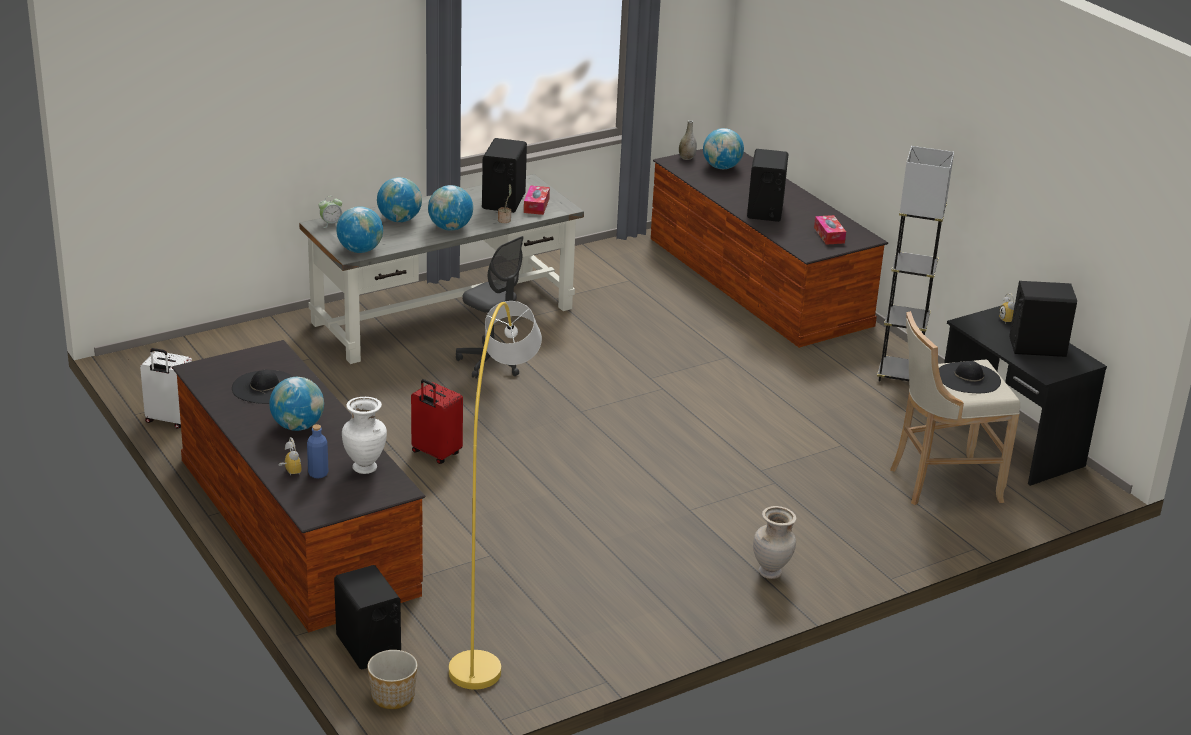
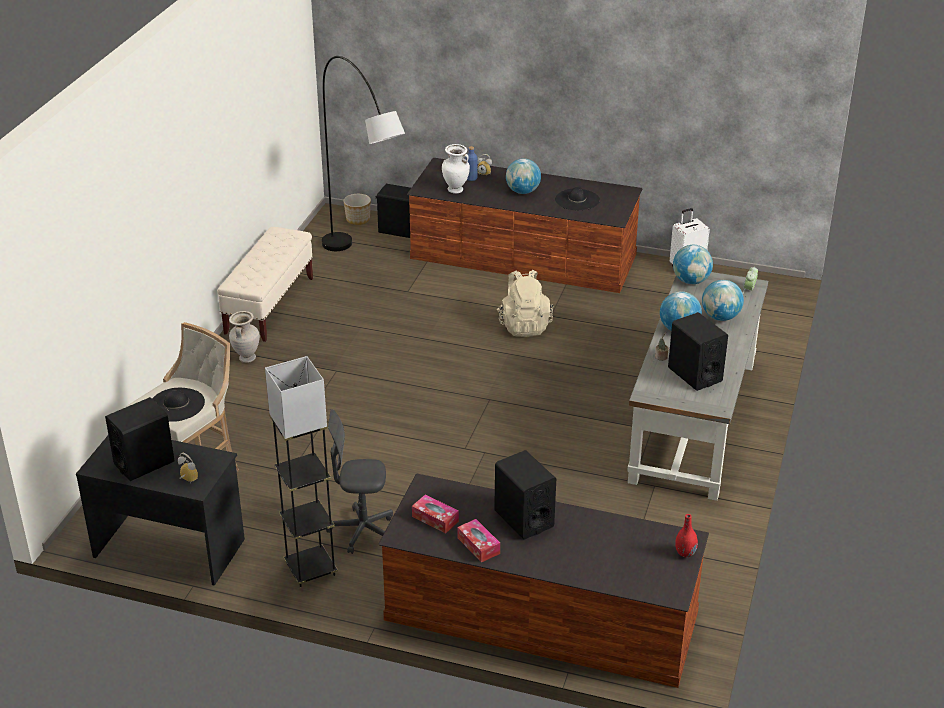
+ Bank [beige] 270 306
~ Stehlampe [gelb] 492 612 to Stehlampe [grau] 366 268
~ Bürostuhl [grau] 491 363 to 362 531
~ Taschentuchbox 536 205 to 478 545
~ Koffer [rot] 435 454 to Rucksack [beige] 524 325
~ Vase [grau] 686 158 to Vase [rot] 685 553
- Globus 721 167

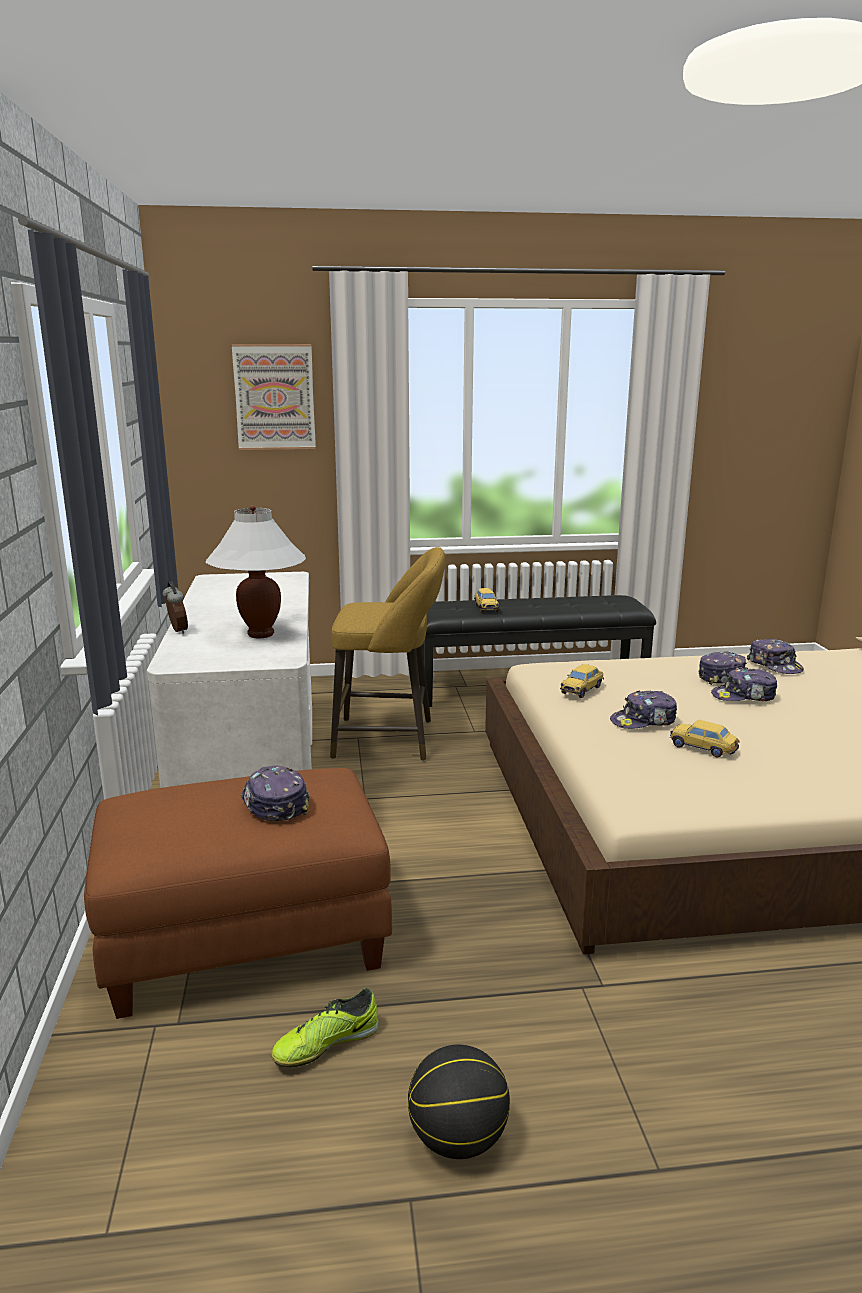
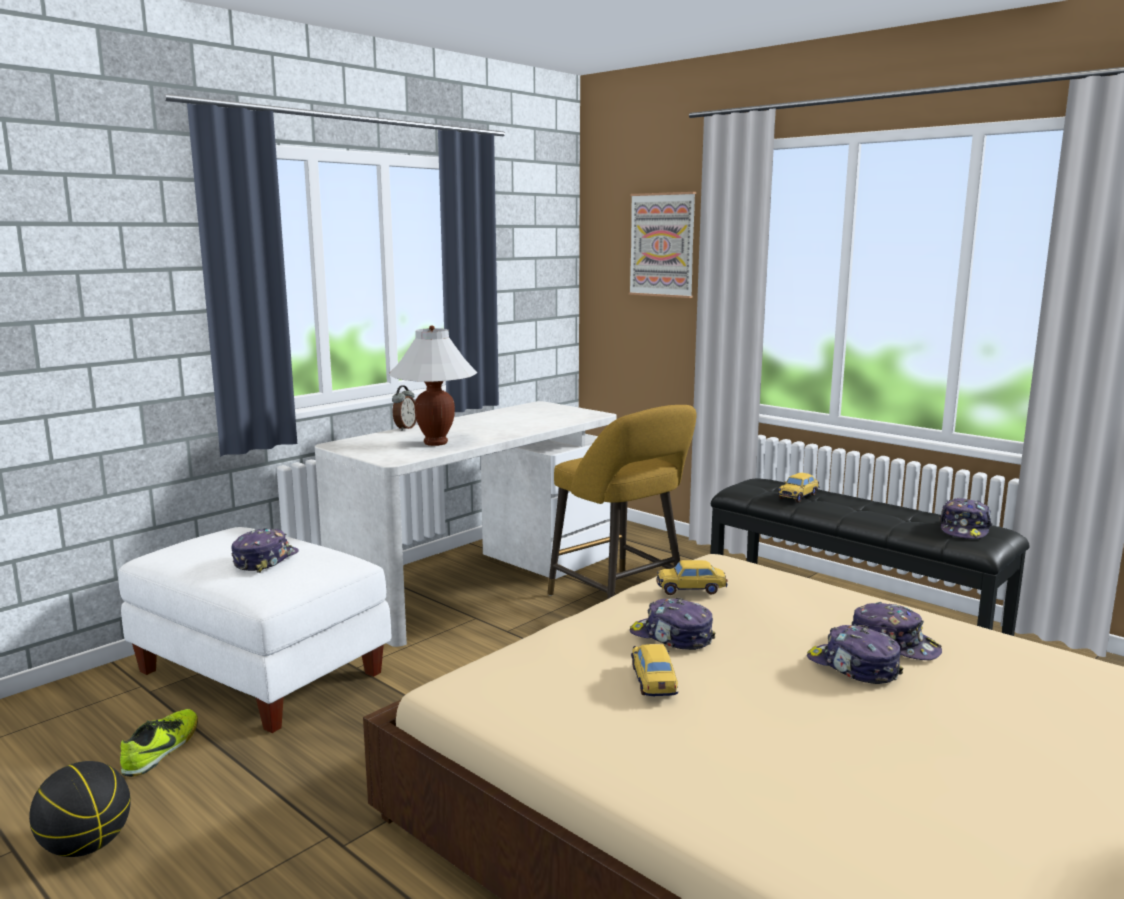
~ Polsterhocker [braun] 244 941 to Polsterhocker [weiß] 258 672
~ Schuh 326 1044 = 162 750 90 degrees clockwise
~ Kappe 775 665 to 964 529

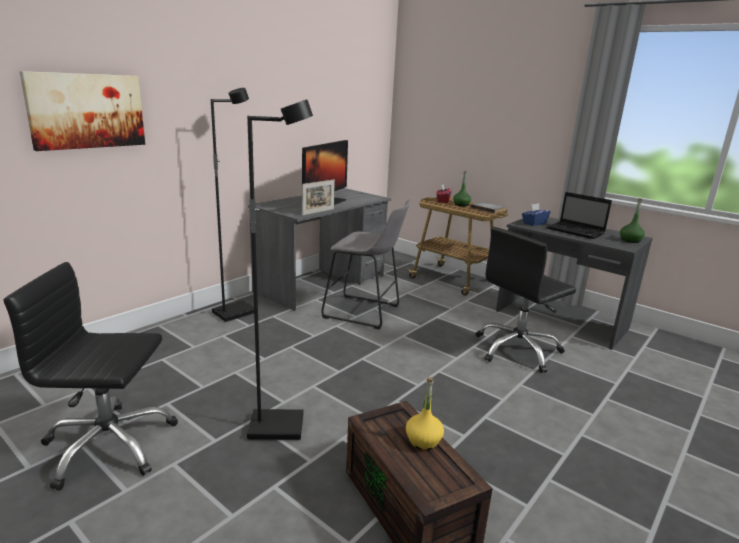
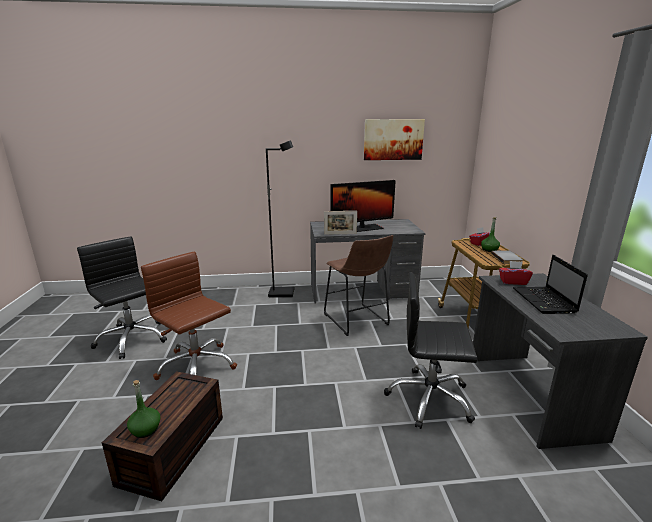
~ Flasche [grün] 630 240 to 145 429
~ Stehlampe [schwarz] 277 426 to Bürostuhl [braun] 196 366
~ Hocker [grau] 365 313 to Hocker [braun] 357 321
~ Bild 87 111 to 393 139
~ Taschentuchbox [blau] 534 223 to Taschentuchbox [rot] 513 282
- Flasche [gelb] 423 440

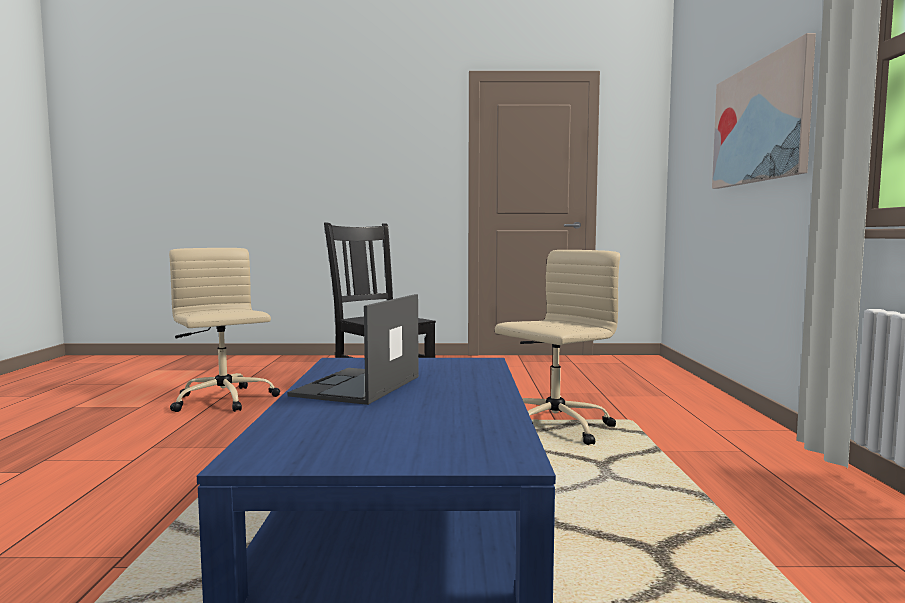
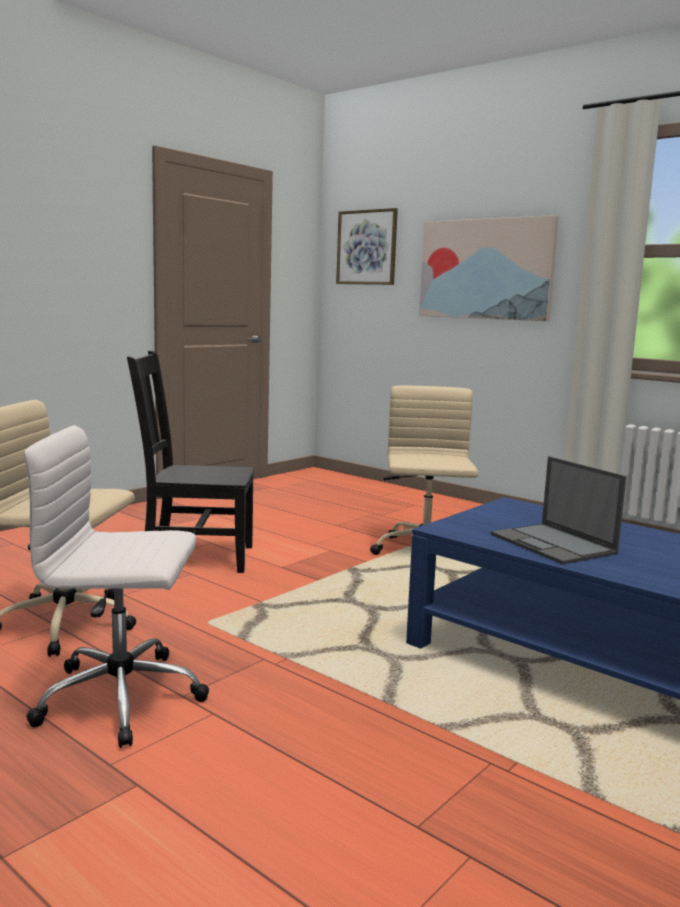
+ Bürostuhl [weiß] 124 698
+ Bild 367 247

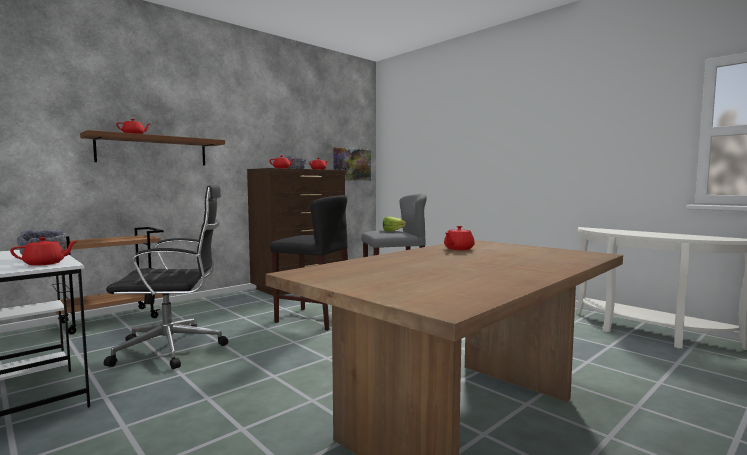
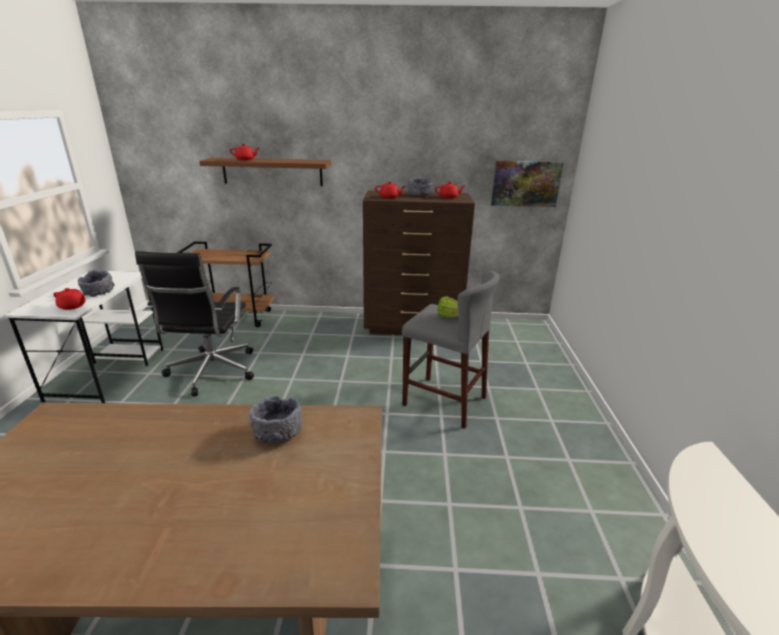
~ Bürostuhl [schwarz] 173 349 = 211 372 60 degrees clockwise
~ Teekanne [rot] 458 249 to Schüssel [grau] 277 433
- Hocker [schwarz] 314 318

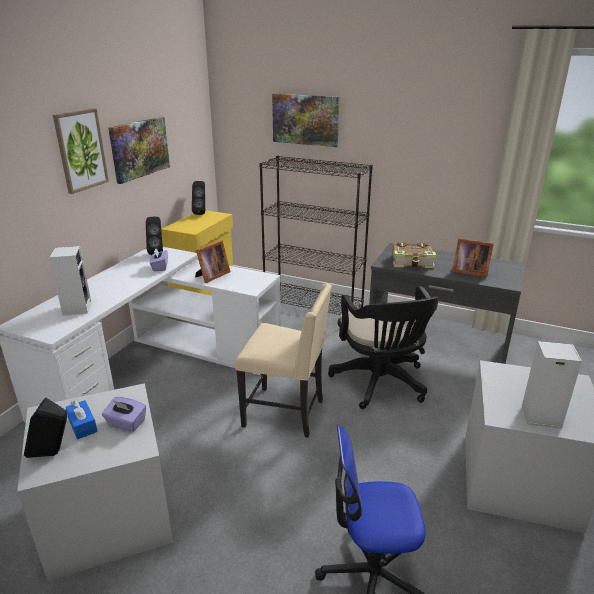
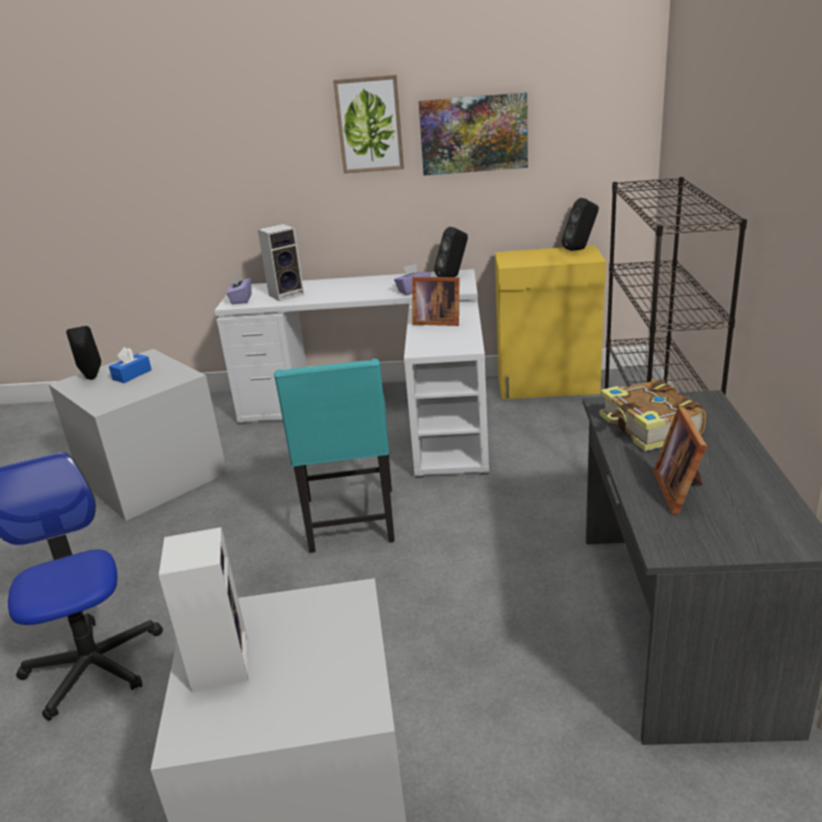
~ Taschentuchbox [lila] 126 423 to 241 300
~ Stuhl [beige] 286 413 to Stuhl [türkis] 350 521
- Bild 305 119
- Bürostuhl [schwarz] 381 384

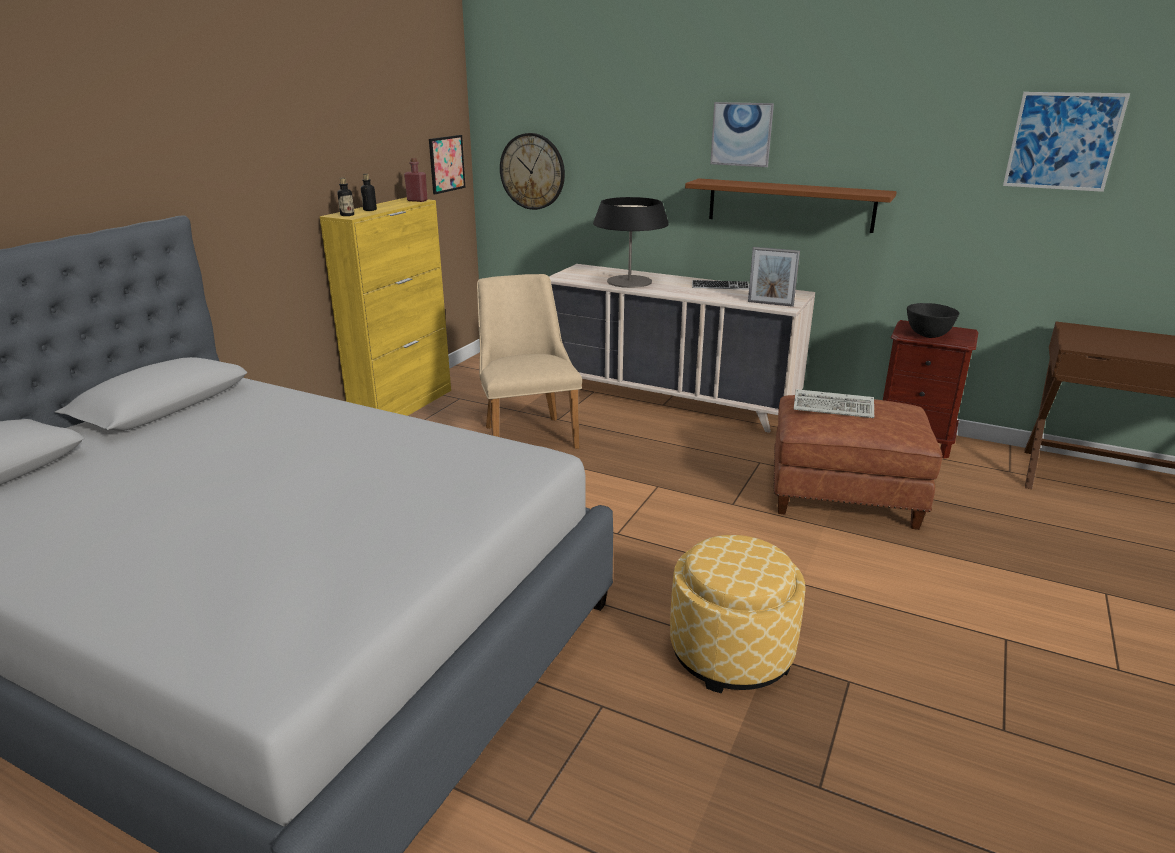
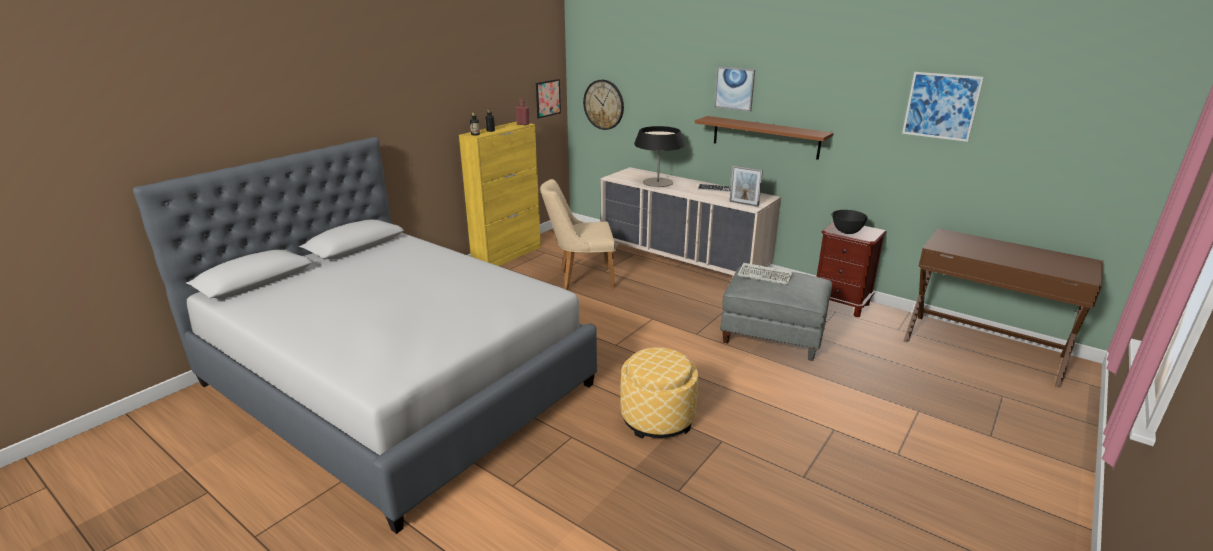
~ Stuhl [beige] 527 433 = 580 278 90 degrees counterclockwise
~ Polsterhocker [braun] 845 495 to Polsterhocker [grau] 773 335

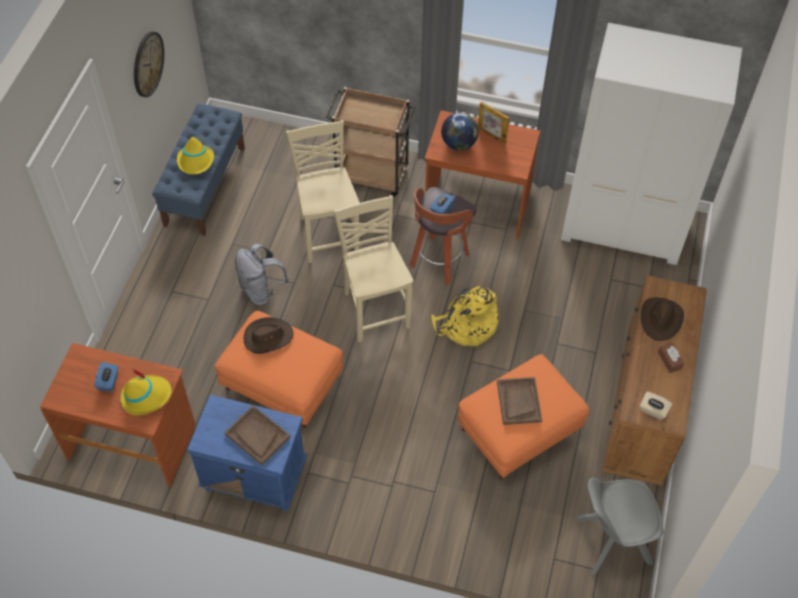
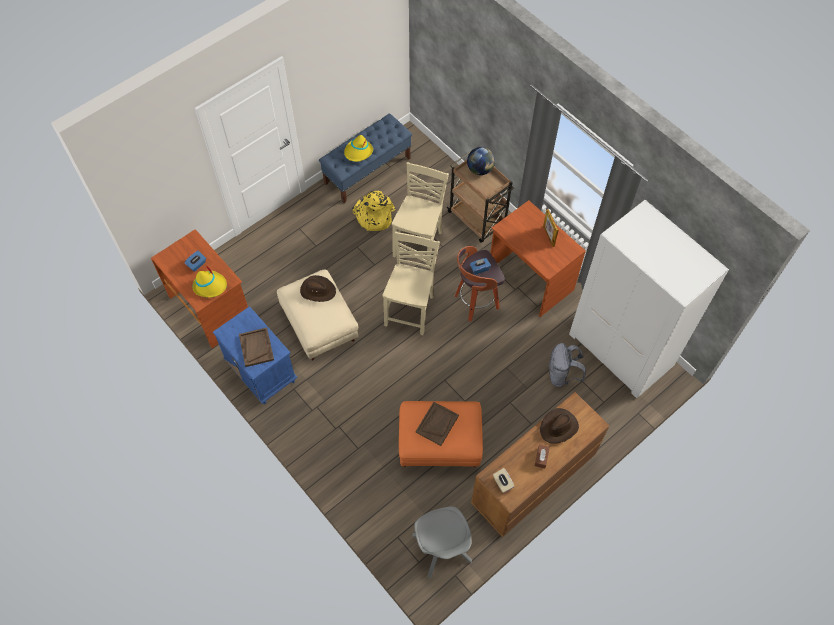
~ Polsterhocker [orange] 281 384 to Polsterhocker [beige] 319 325
~ Rucksack [gelb] 466 326 to 374 217
~ Stuhl [grau] 611 540 = 442 550 135 degrees counterclockwise
~ Globus 459 144 to 480 169
~ Rucksack [grau] 261 290 to 562 375
- Wanduhr 147 64

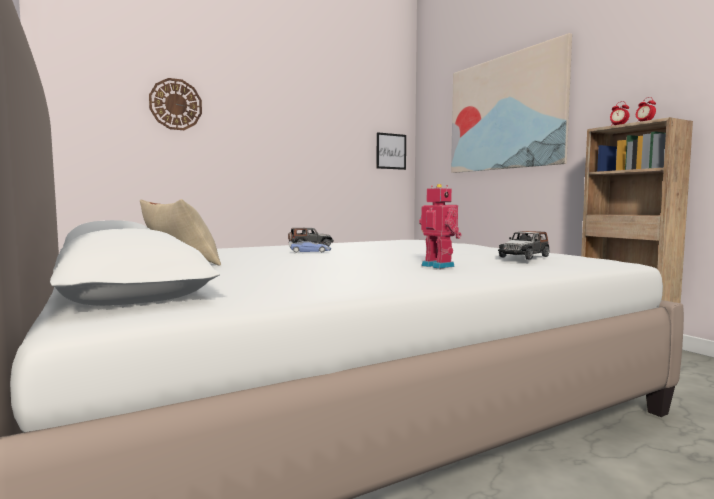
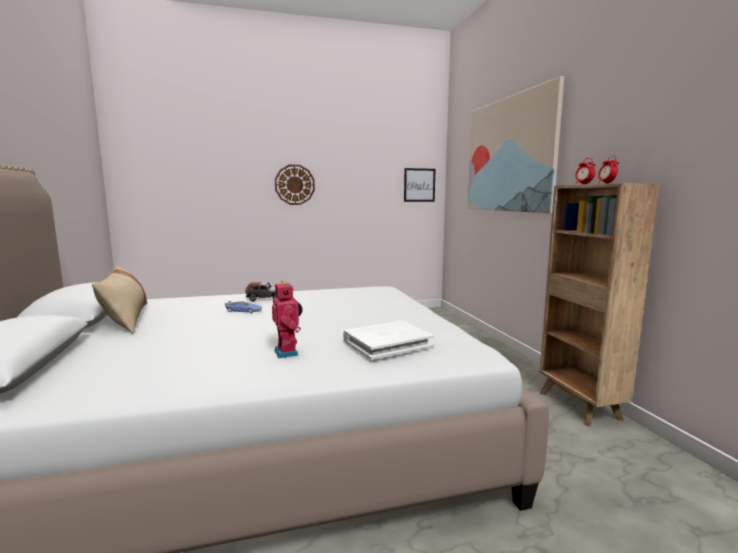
~ Wanduhr 175 104 to 294 184
~ Spielzeugauto 524 257 to Buch [weiß] 387 343

